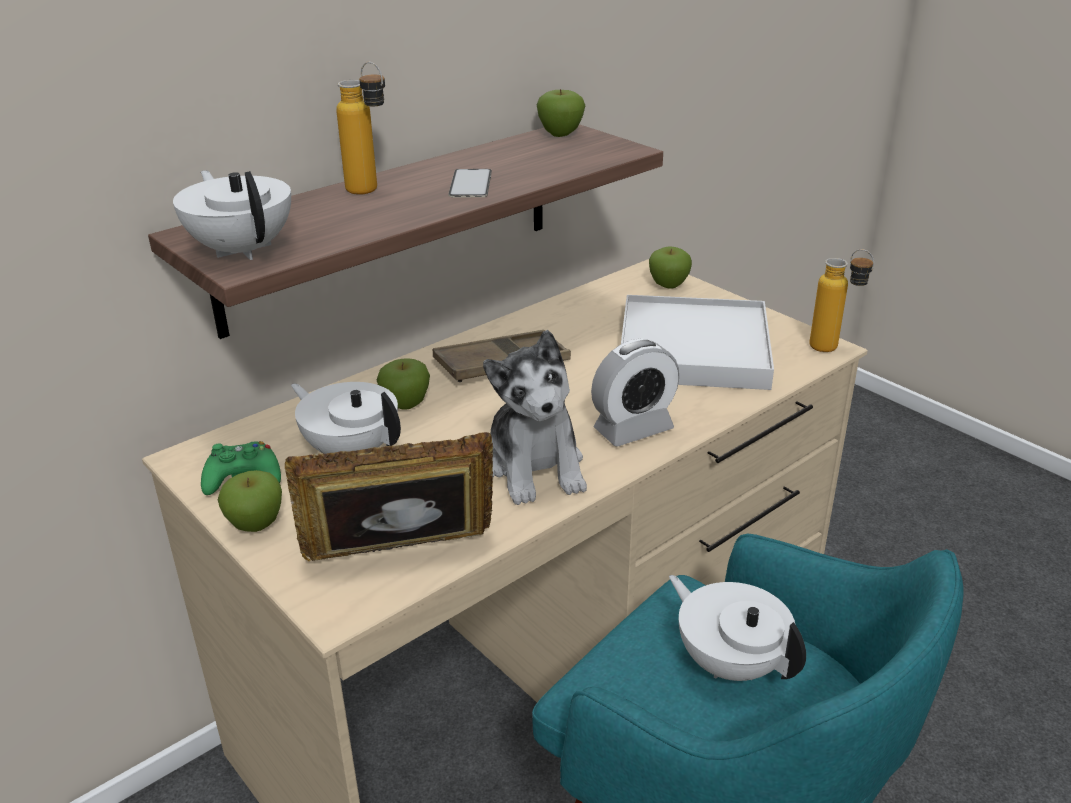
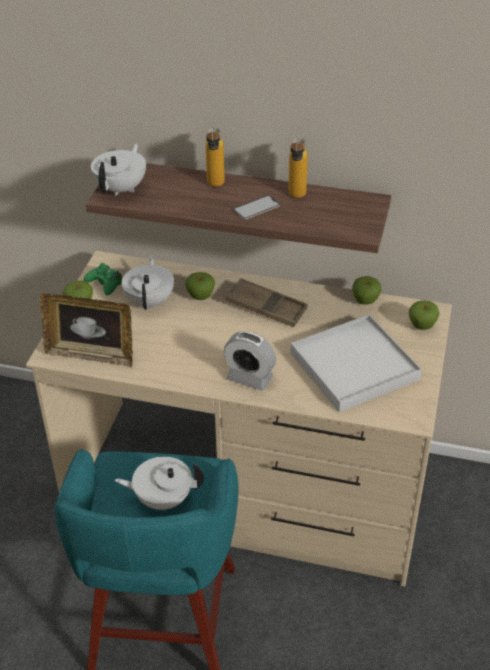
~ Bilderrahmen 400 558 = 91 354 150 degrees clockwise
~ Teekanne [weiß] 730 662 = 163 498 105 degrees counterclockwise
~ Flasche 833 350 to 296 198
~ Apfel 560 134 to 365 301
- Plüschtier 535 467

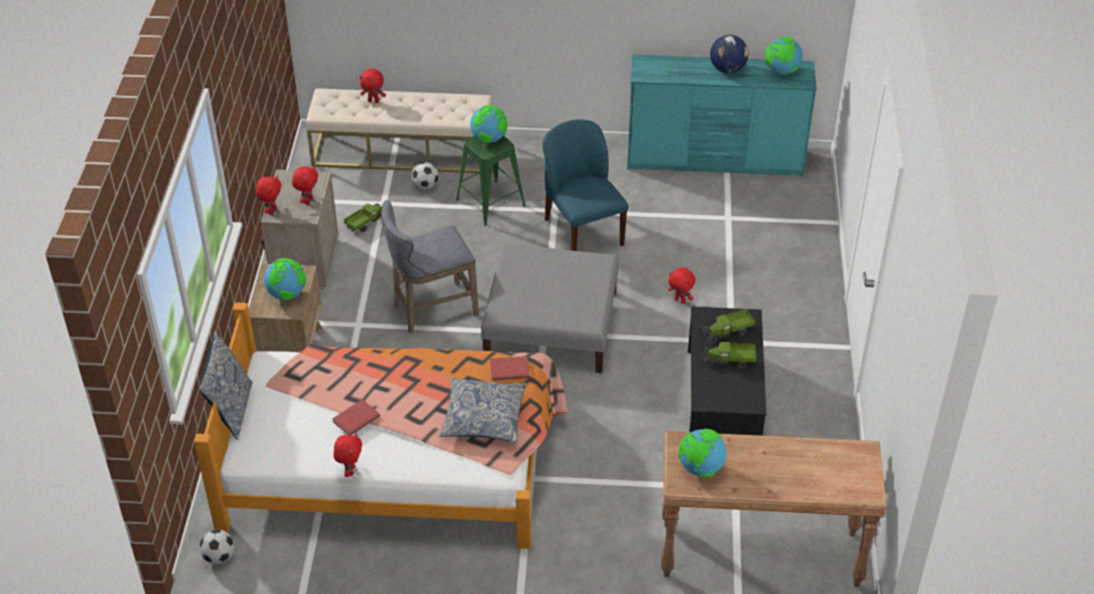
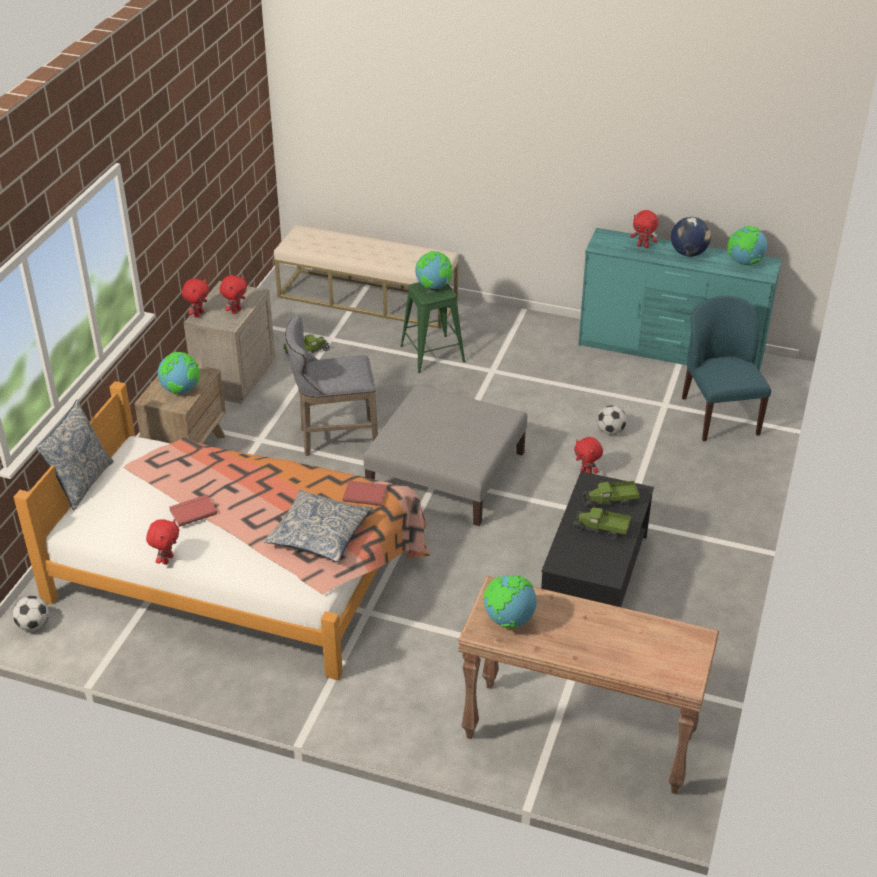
~ Fußball 425 185 to 610 431
~ Plüschtier [rot] 373 101 to 643 246
~ Stuhl [blau] 582 231 to 719 415

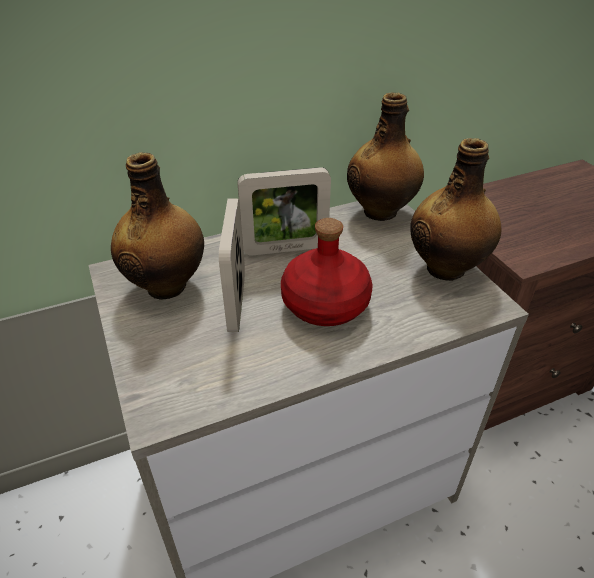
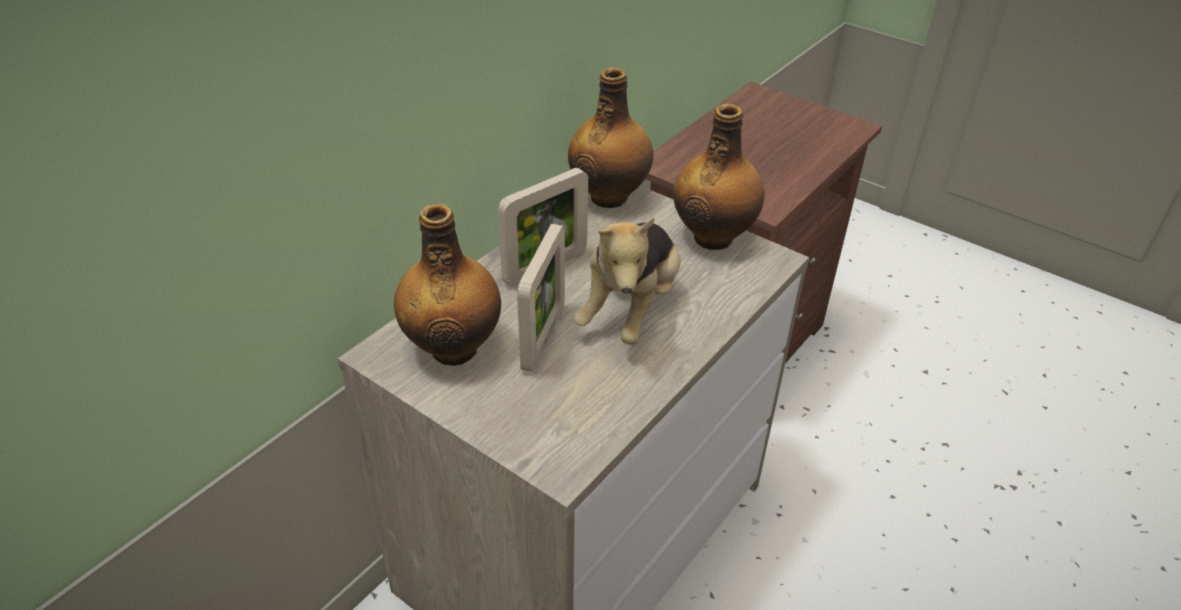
~ Bilderrahmen 237 302 = 543 338 135 degrees counterclockwise
~ Flasche [rot] 326 303 to Plüschtier 631 309

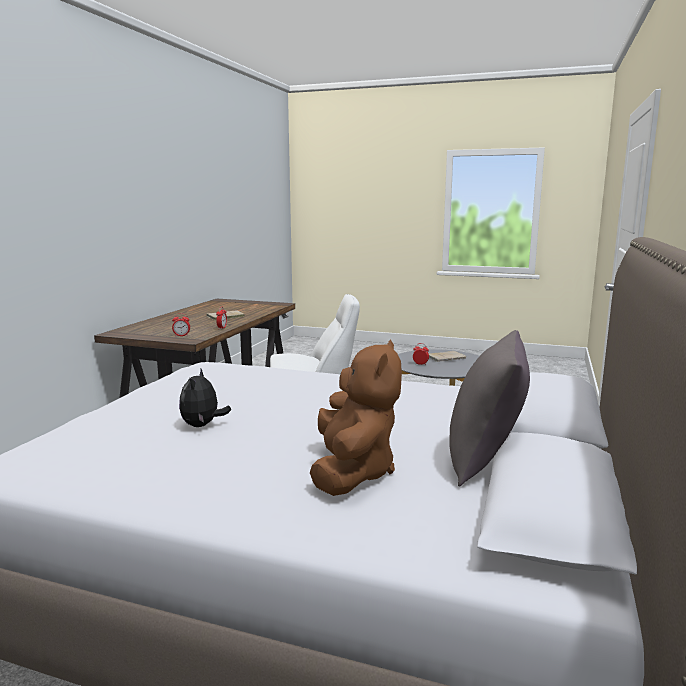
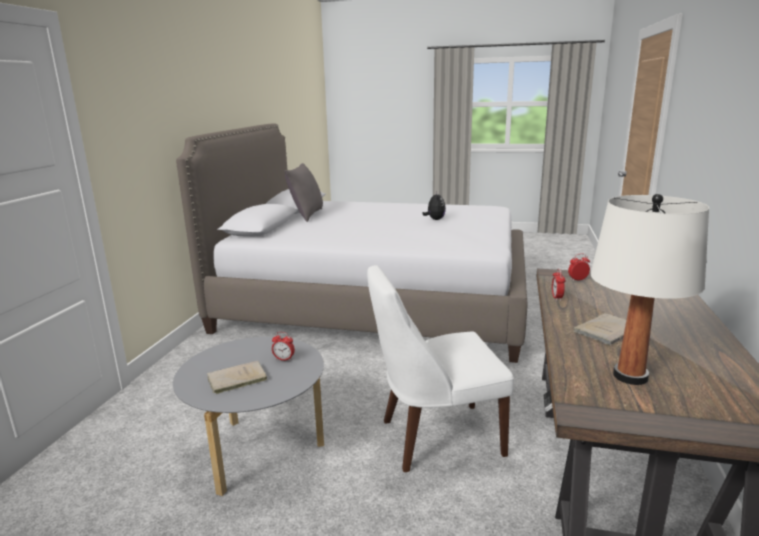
+ Tischlampe [weiß] 630 376
- Plüschtier [braun] 352 472

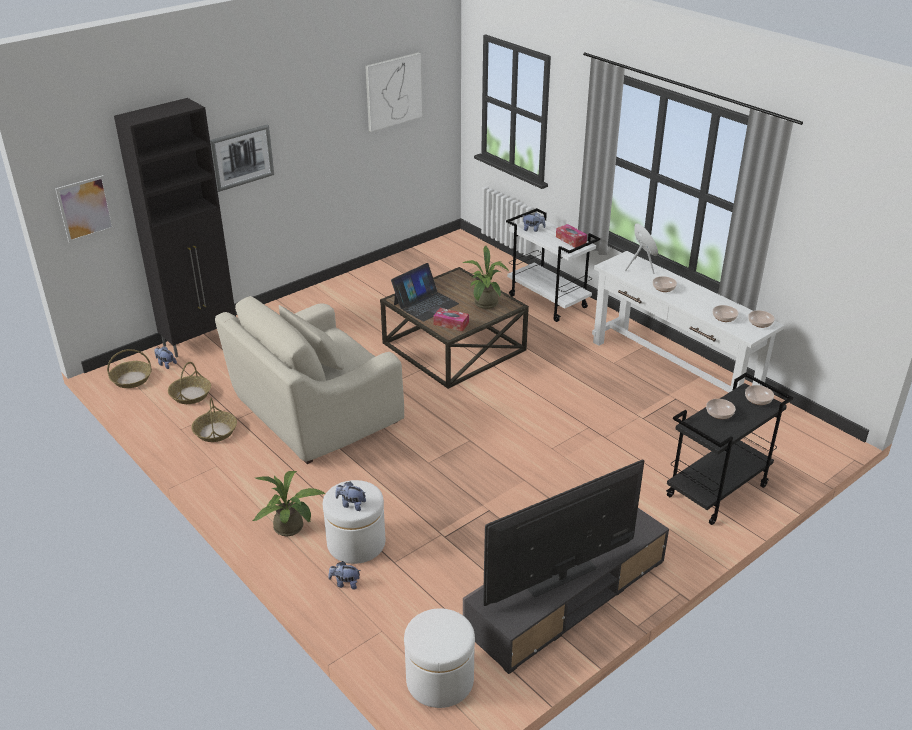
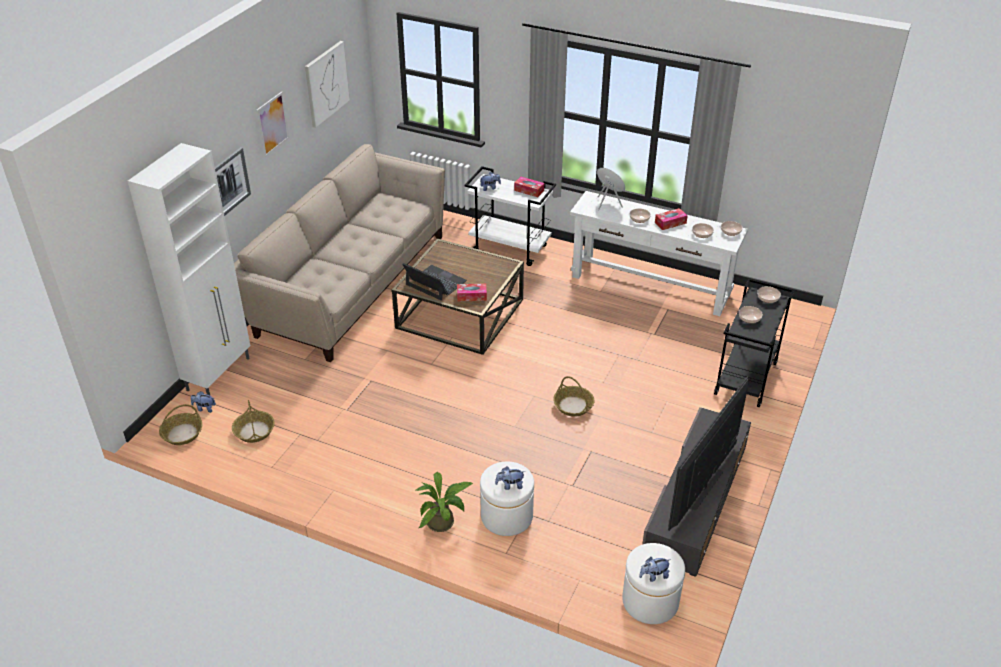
~ Schrank [schwarz] 201 339 to Schrank [weiß] 219 373
+ Sofa [beige] 349 282
~ Bild 85 208 to 272 124
~ Laptop 425 304 = 435 283 75 degrees counterclockwise
~ Korb 215 432 to 573 406
~ Plüschtier 345 583 to 653 576
+ Taschentuchbox 670 223
- Sessel [beige] 314 413
- Topfpflanze 485 305

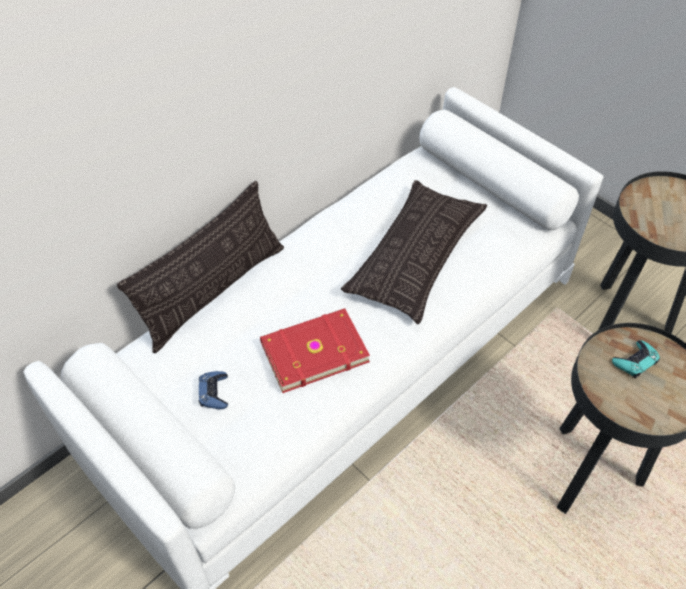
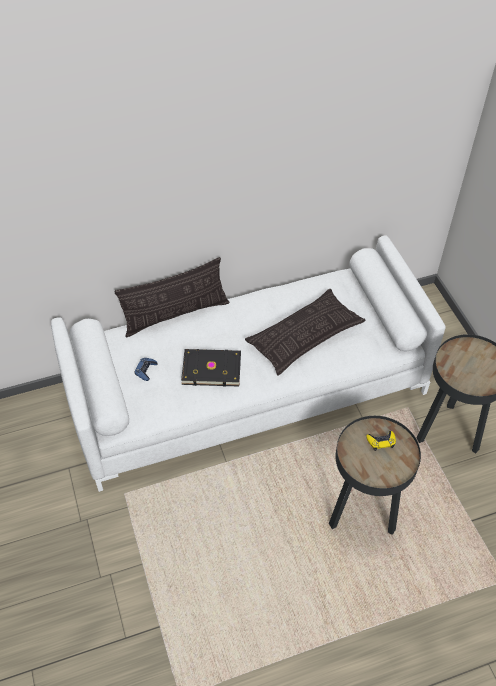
~ Buch [rot] 313 351 to Buch [schwarz] 211 368
~ Gamepad [türkis] 635 361 to Gamepad [gelb] 381 441

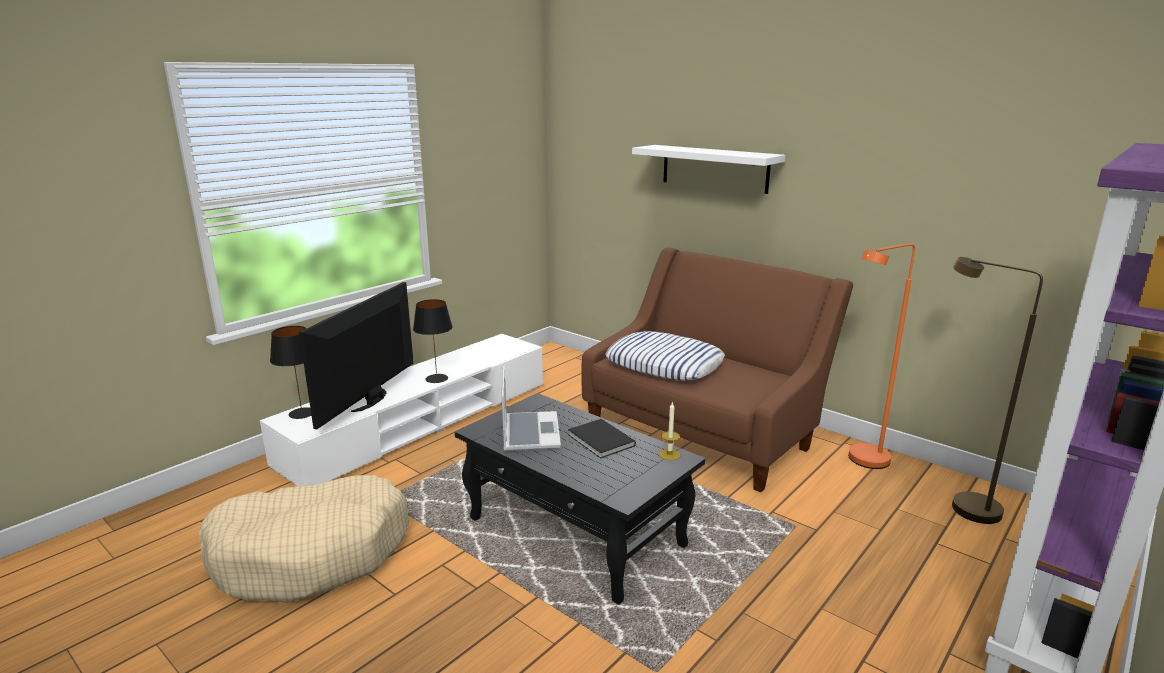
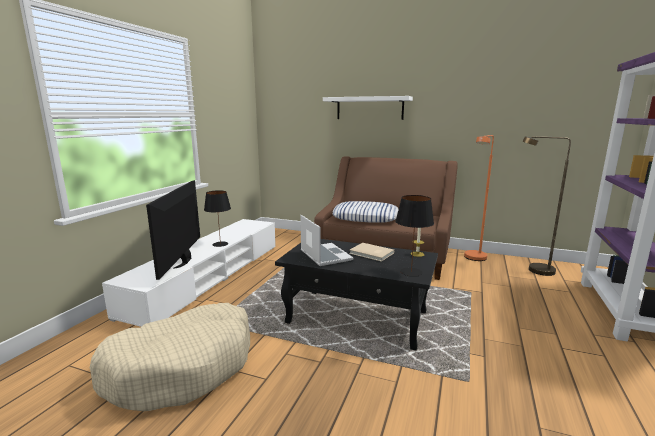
~ Buch [schwarz] 600 441 to Buch [beige] 371 253
~ Tischlampe [schwarz] 301 413 to 411 272

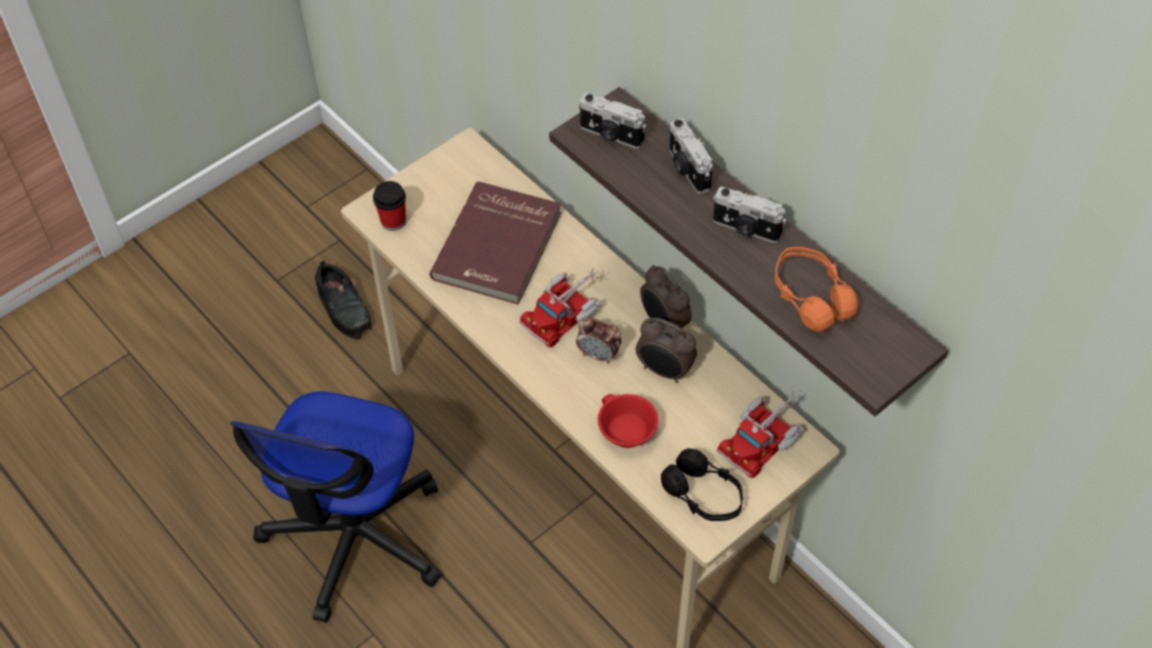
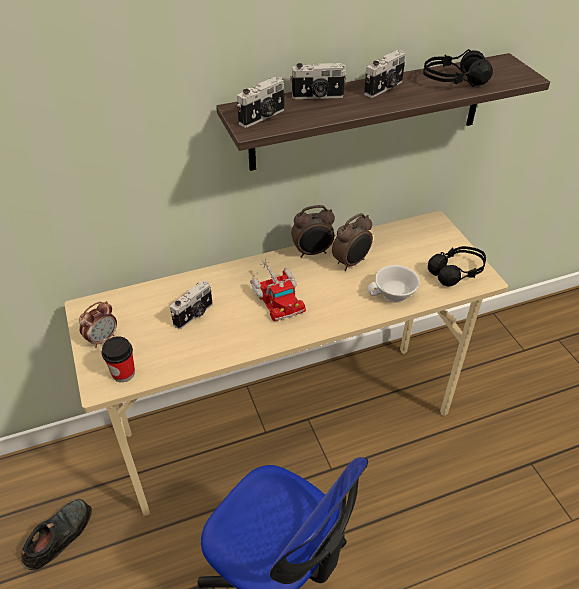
~ Schuh [schwarz] 344 306 = 59 535 45 degrees counterclockwise
~ Wecker 598 355 to 102 339
~ Buch [rot] 499 246 to Kamera 194 315
~ Tasse [rot] 624 432 to Tasse [weiß] 394 295
~ Kopfhörer [orange] 810 297 to Kopfhörer [schwarz] 453 81
- Spielzeuglaster 763 438

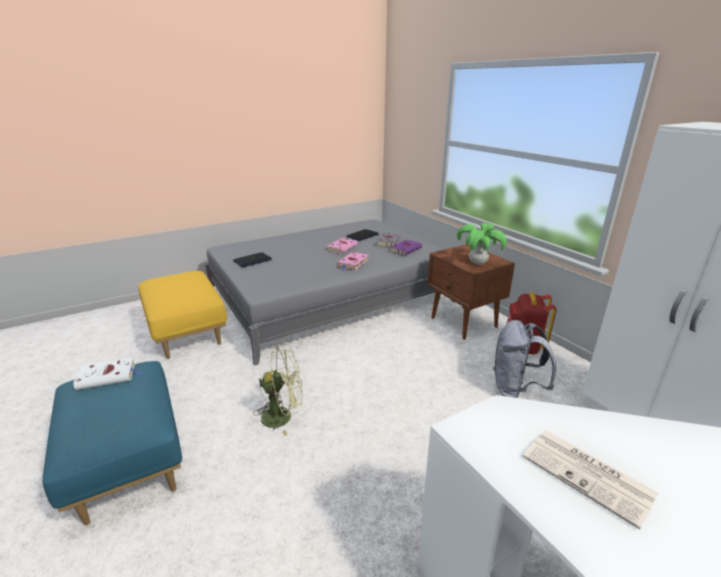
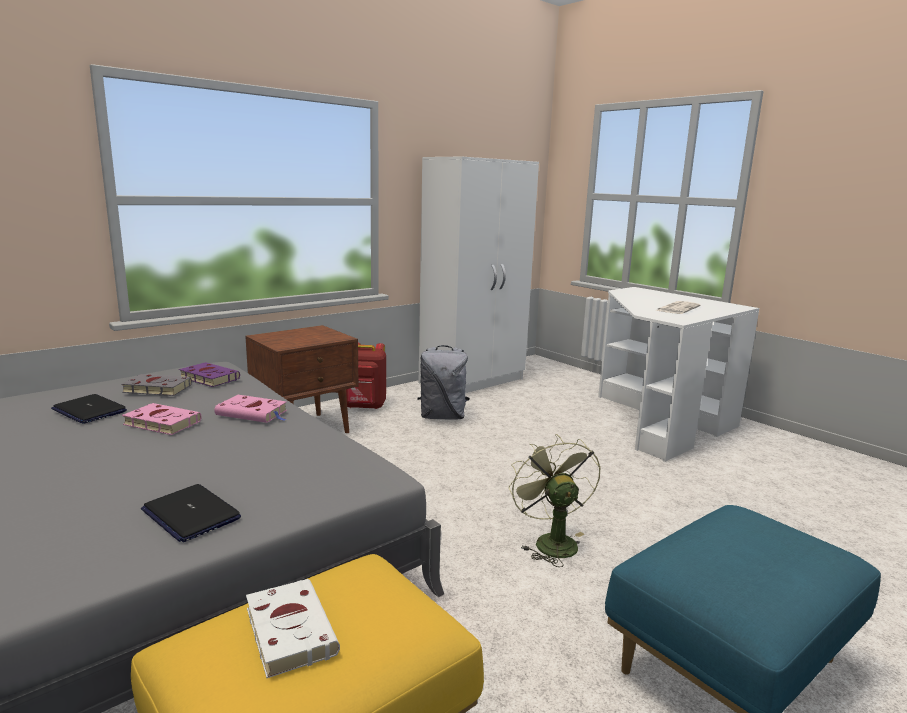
~ Buch [weiß] 108 376 to 289 629
- Topfpflanze 478 263

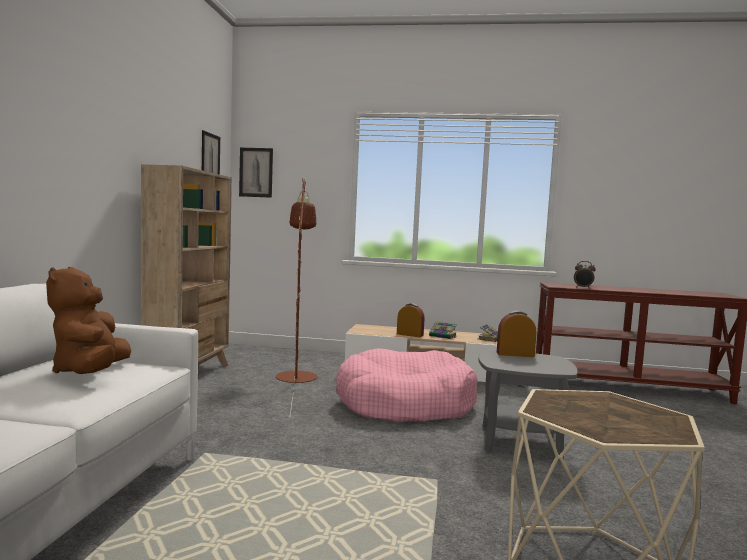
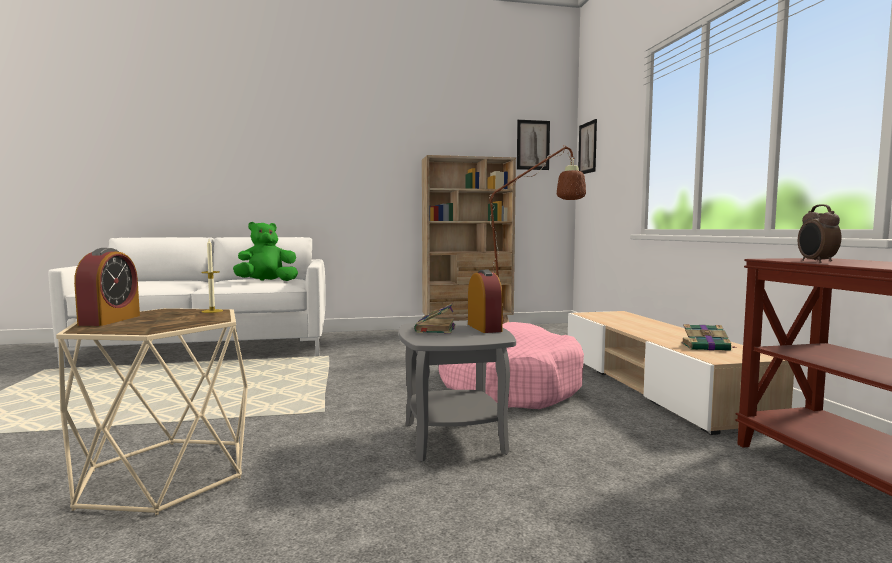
~ Wecker 410 335 to 110 320
+ Kerze 212 311
~ Plüschtier [braun] 90 372 to Plüschtier [grün] 266 282
~ Buch 443 336 to 435 329

